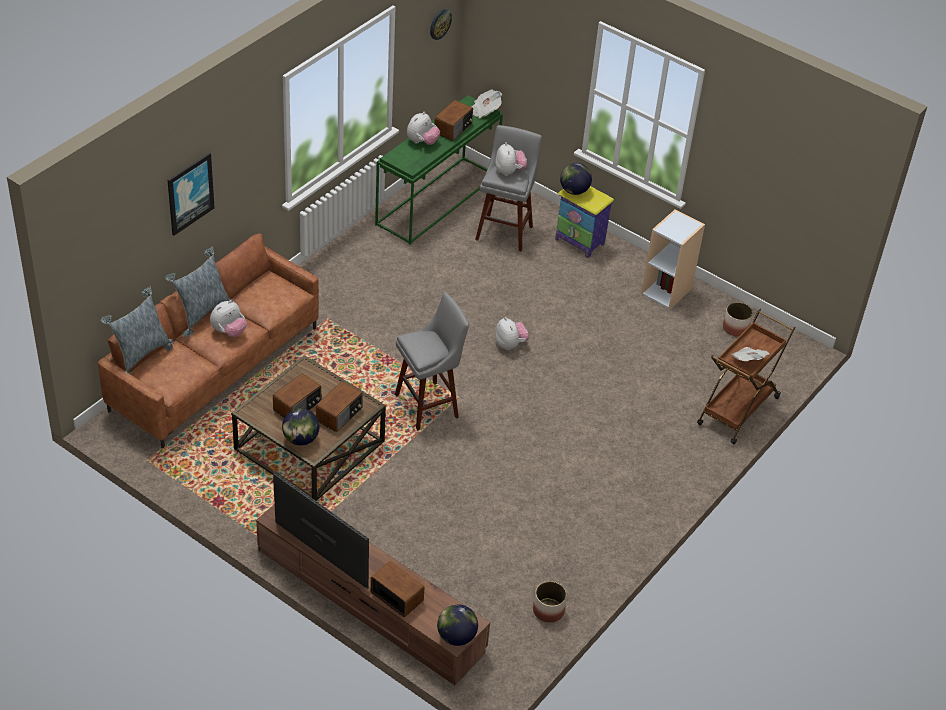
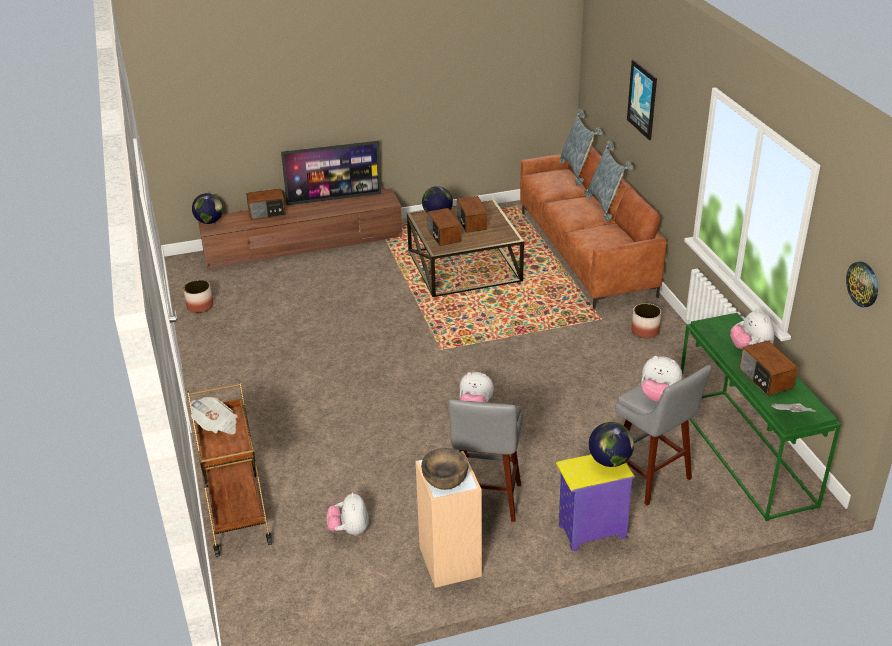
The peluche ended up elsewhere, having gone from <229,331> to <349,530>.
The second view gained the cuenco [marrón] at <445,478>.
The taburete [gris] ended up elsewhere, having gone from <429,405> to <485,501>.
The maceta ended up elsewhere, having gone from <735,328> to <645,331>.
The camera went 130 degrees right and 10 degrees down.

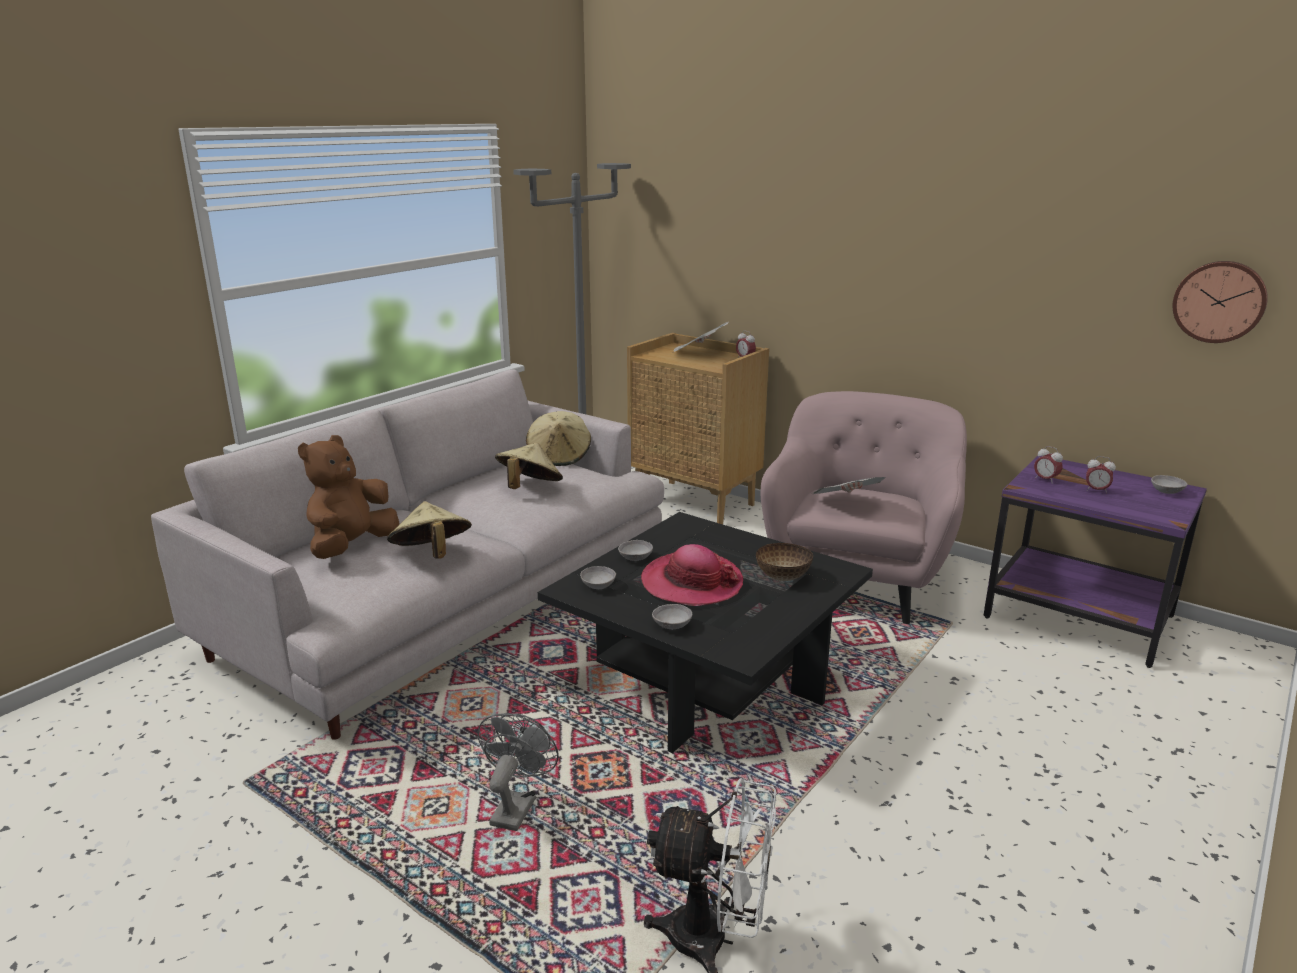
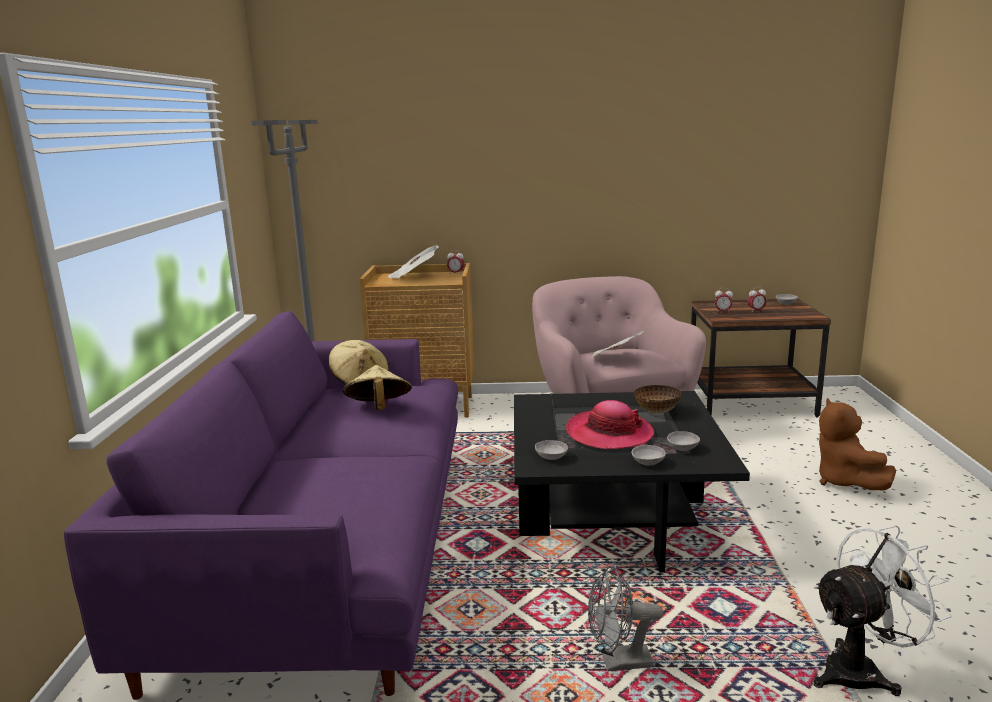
What was the sofá [blanco] at <446,605> turned into the sofá [morado] at <328,547>.
The ventilador [gris] at <516,806> ended up facing another way, 75 degrees counterclockwise from before.
The cuenco [gris] ended up elsewhere, having gone from <635,558> to <682,448>.
What was the mesa auxiliar [morado] at <1079,616> turned into the mesa auxiliar [marrón] at <750,402>.
The peluche [marrón] ended up elsewhere, having gone from <352,547> to <845,482>.
The second view lost the sombrero [beis] at <431,555>.
The second view lost the reloj de pared at <1219,301>.
The camera went 35 degrees left and 5 degrees down.

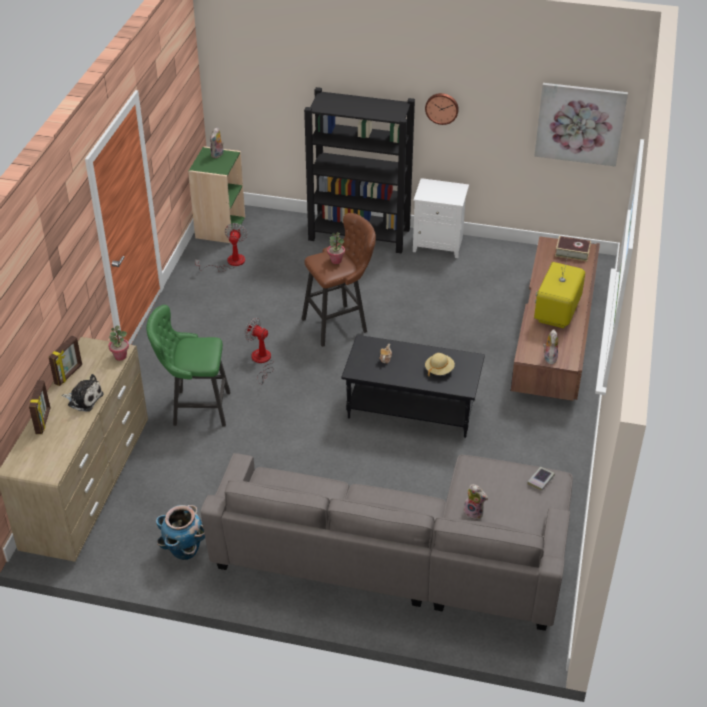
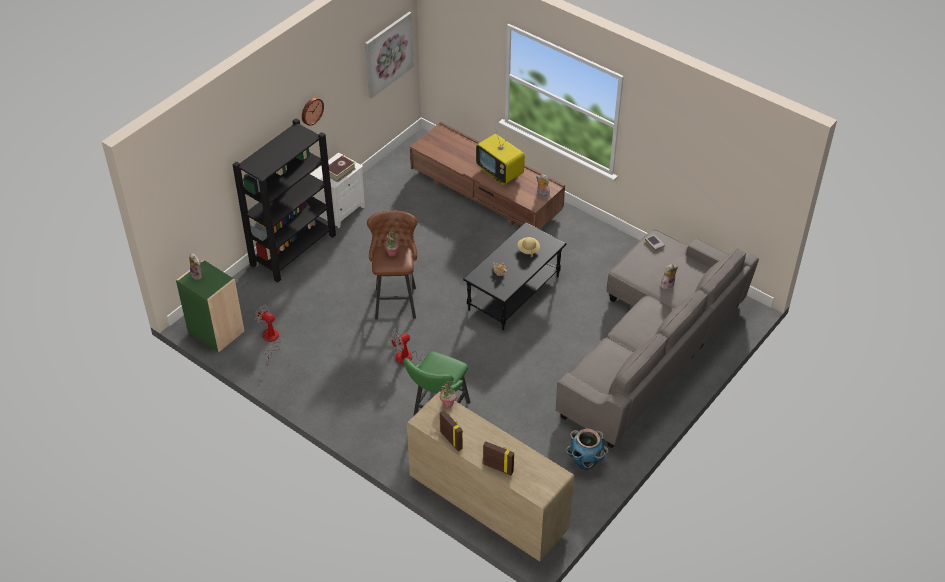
The libro ended up elsewhere, having gone from <572,252> to <340,171>.
The second view lost the peluche at <84,399>.
The camera went 65 degrees left and 5 degrees up.

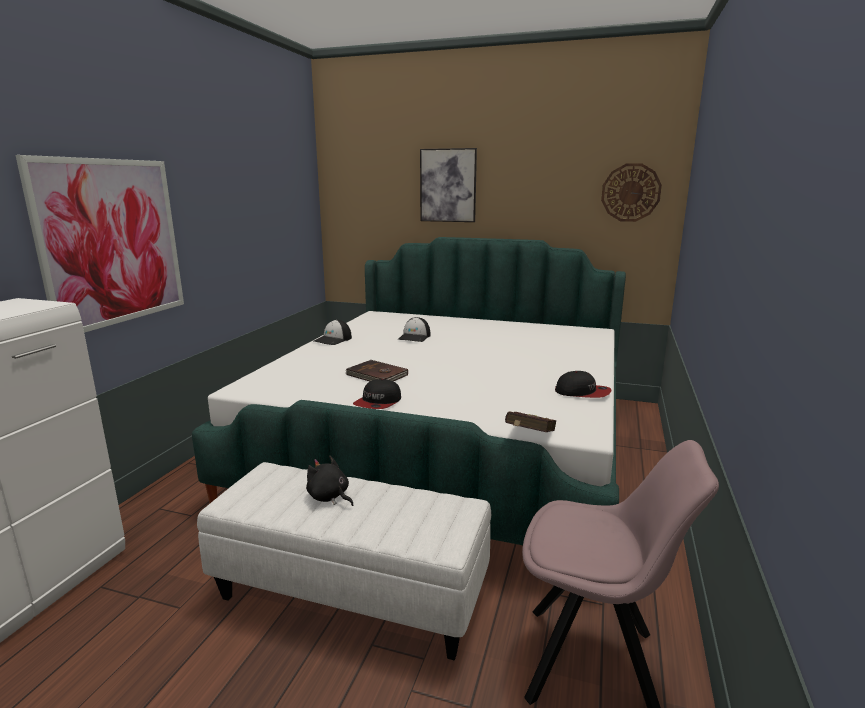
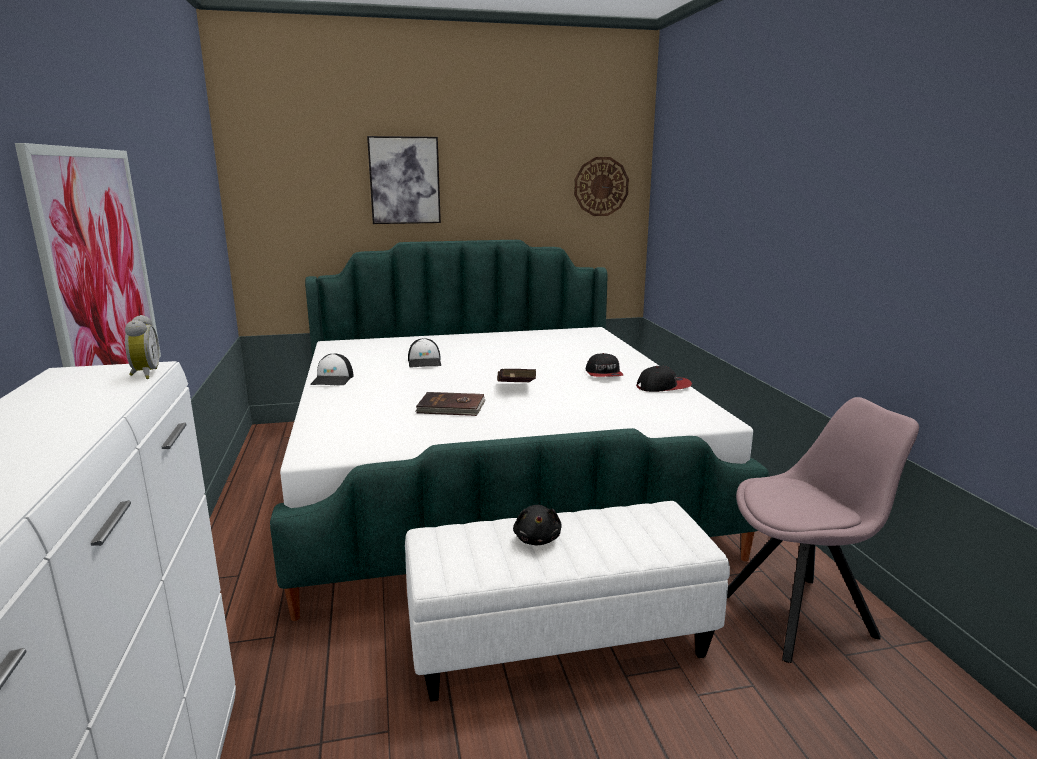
The second view gained the despertador at <144,374>.
The libro [rojo] ended up elsewhere, having gone from <529,438> to <515,389>.
The peluche [negro] at <329,497> ended up facing another way, 105 degrees counterclockwise from before.
The gorra ended up elsewhere, having gone from <378,403> to <604,374>.
The camera went 30 degrees left and 0 degrees up.

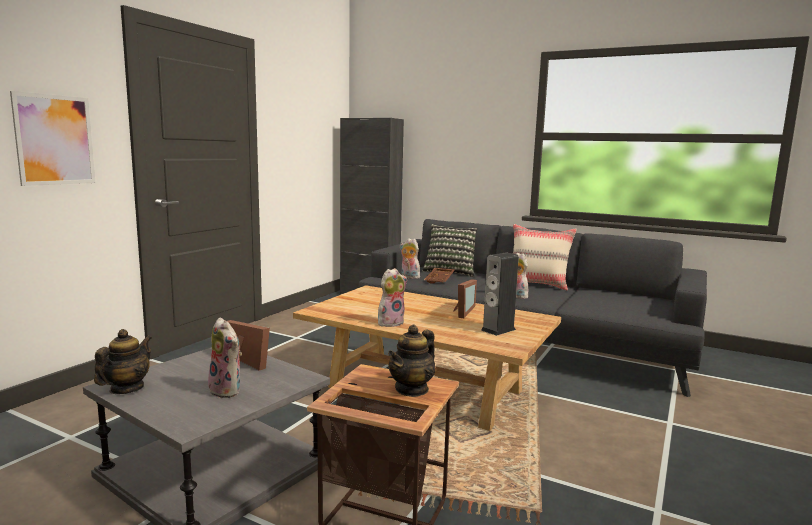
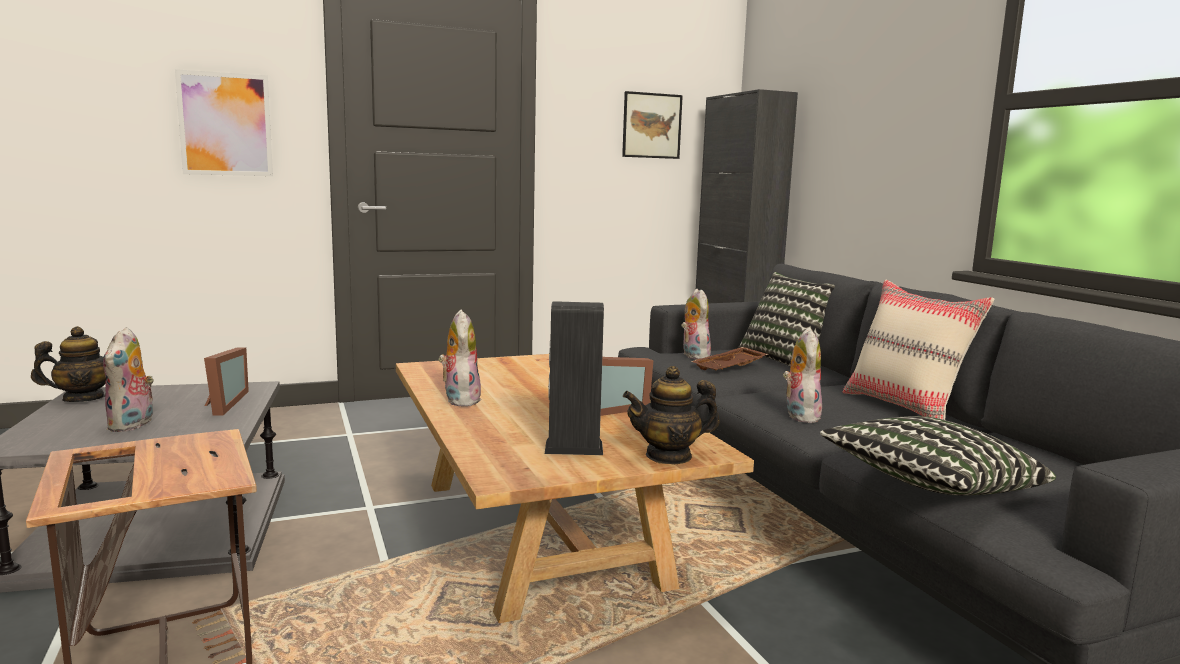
The peluche at <390,322> ended up facing another way, 105 degrees counterclockwise from before.
The second view gained the cuadro at <651,125>.
The tetera ended up elsewhere, having gone from <412,389> to <669,456>.
The second view gained the cojín at <930,488>.
The camera went 40 degrees right and 0 degrees up.

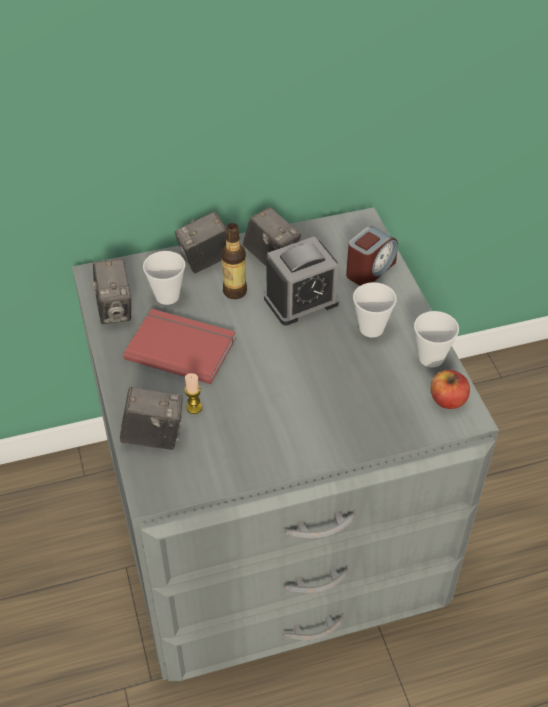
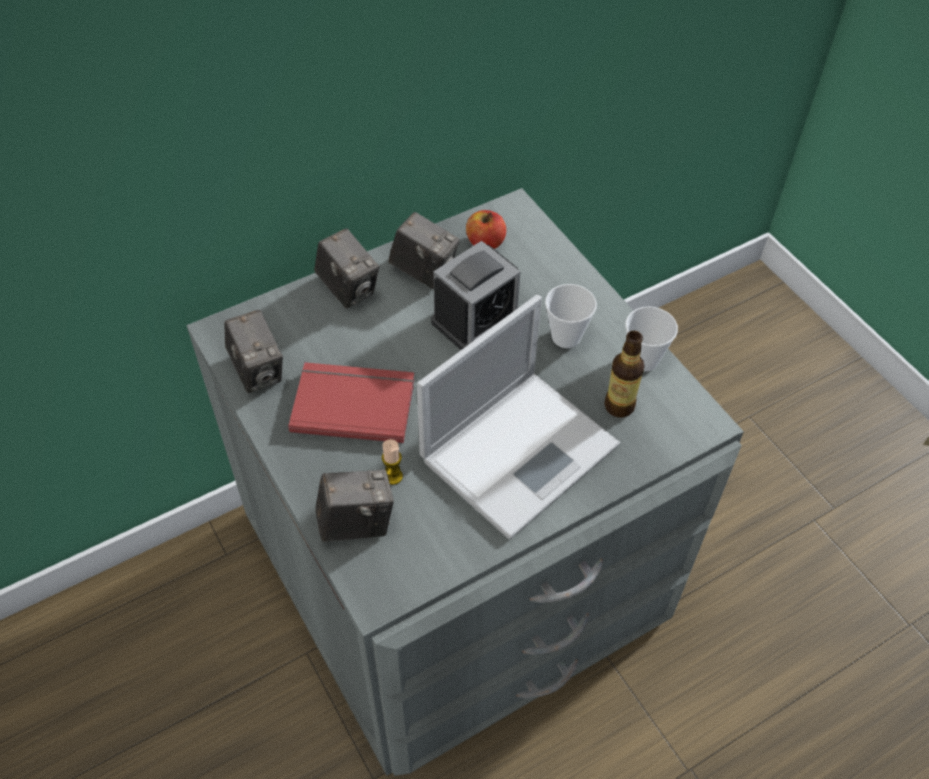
The cámara at <206,261> ended up facing another way, 90 degrees counterclockwise from before.
The second view gained the portátil at <521,449>.
The manzana ended up elsewhere, having gone from <447,400> to <485,242>.
The botella ended up elsewhere, having gone from <235,291> to <619,406>.
The second view lost the taza at <167,296>.
The second view lost the despertador at <370,269>.
The camera went 15 degrees left and 5 degrees up.

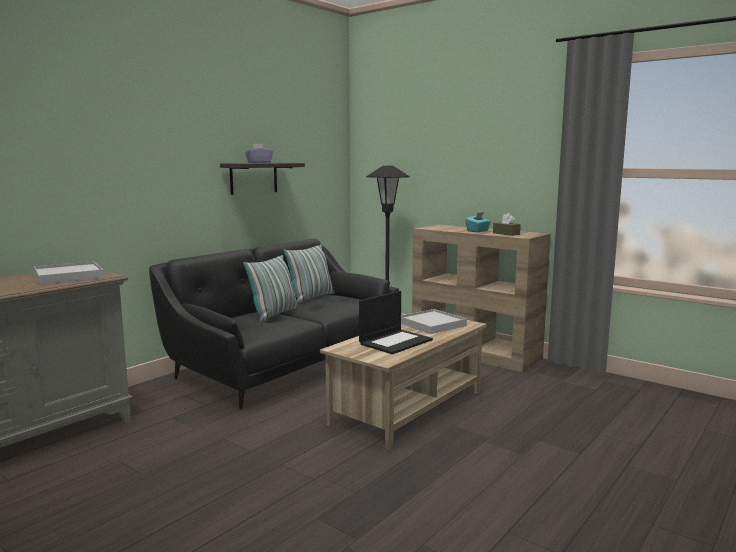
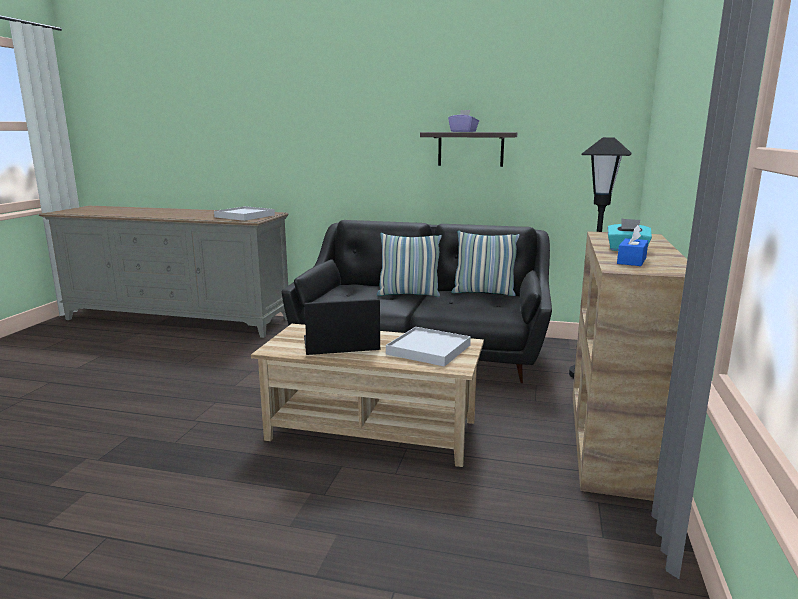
The portátil at <396,341> ended up facing another way, 150 degrees clockwise from before.
What was the caja de pañuelos [marrón] at <506,233> turned into the caja de pañuelos [azul] at <631,261>.
The camera went 65 degrees right and 5 degrees up.

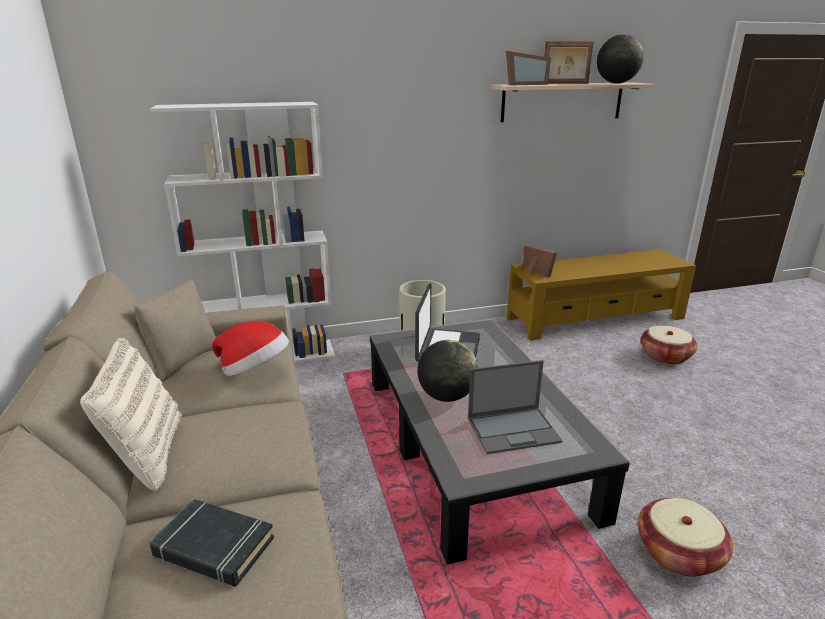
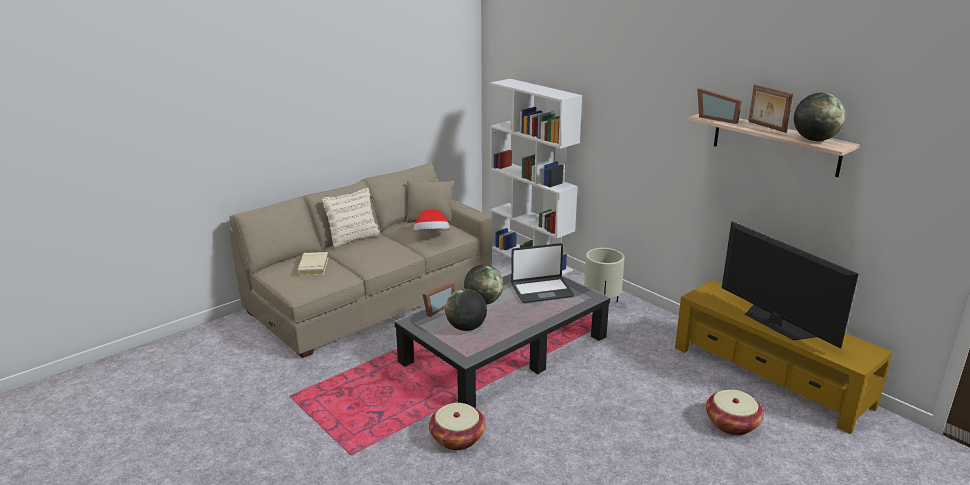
What was the libro [negro] at <213,548> turned into the libro [beis] at <313,267>.
The portarretratos ended up elsewhere, having gone from <534,272> to <436,308>.
Where the portátil stood at <514,430>, the globo terráqueo came to stand at <466,328>.
The second view gained the televisor at <776,323>.
The camera went 65 degrees right and 0 degrees up.

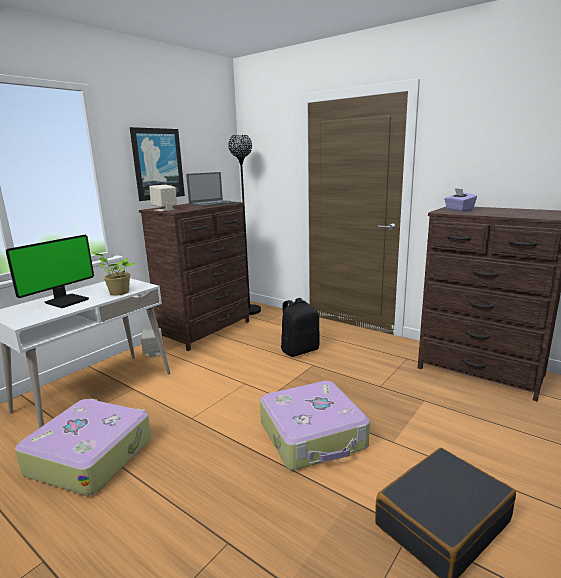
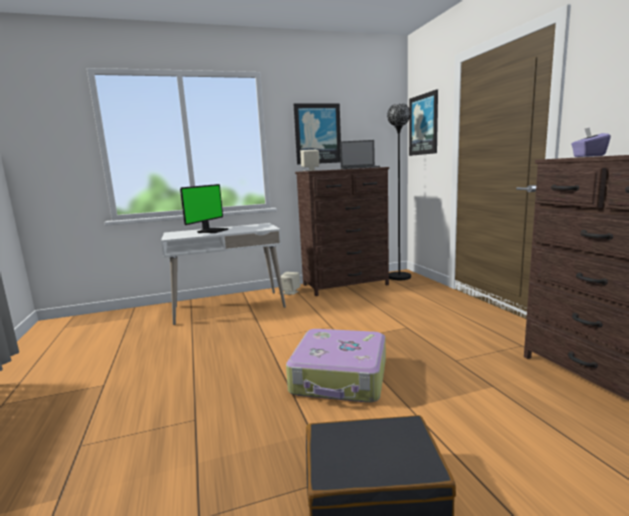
The monitor at <66,301> ended up facing another way, 45 degrees counterclockwise from before.
The second view gained the cuadro at <424,124>.
The second view lost the maleta at <91,455>.
The second view lost the planta en maceta at <117,293>.
The second view lost the mochila [negro] at <299,350>.
The camera went 35 degrees right and 5 degrees down.

